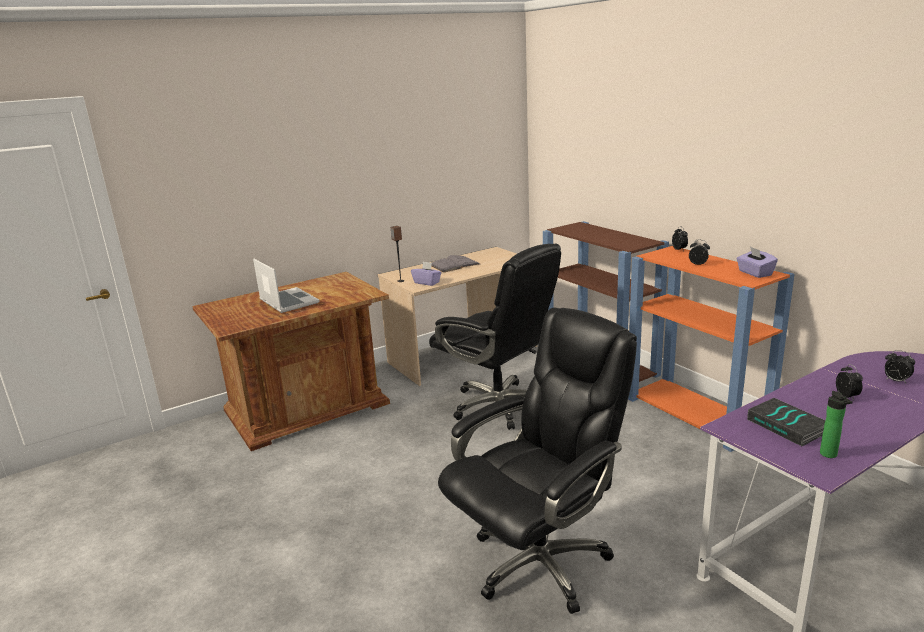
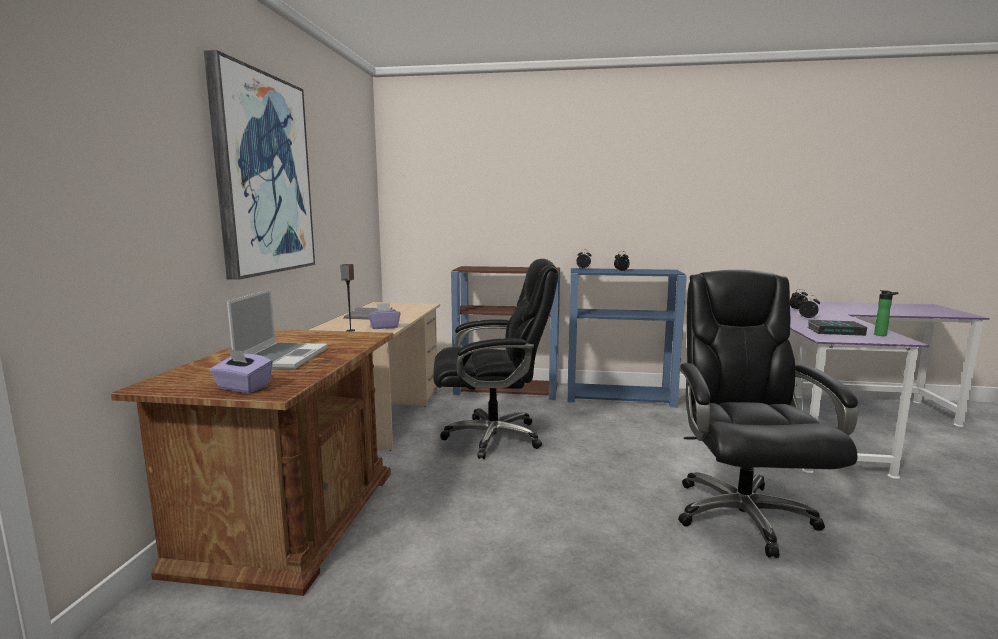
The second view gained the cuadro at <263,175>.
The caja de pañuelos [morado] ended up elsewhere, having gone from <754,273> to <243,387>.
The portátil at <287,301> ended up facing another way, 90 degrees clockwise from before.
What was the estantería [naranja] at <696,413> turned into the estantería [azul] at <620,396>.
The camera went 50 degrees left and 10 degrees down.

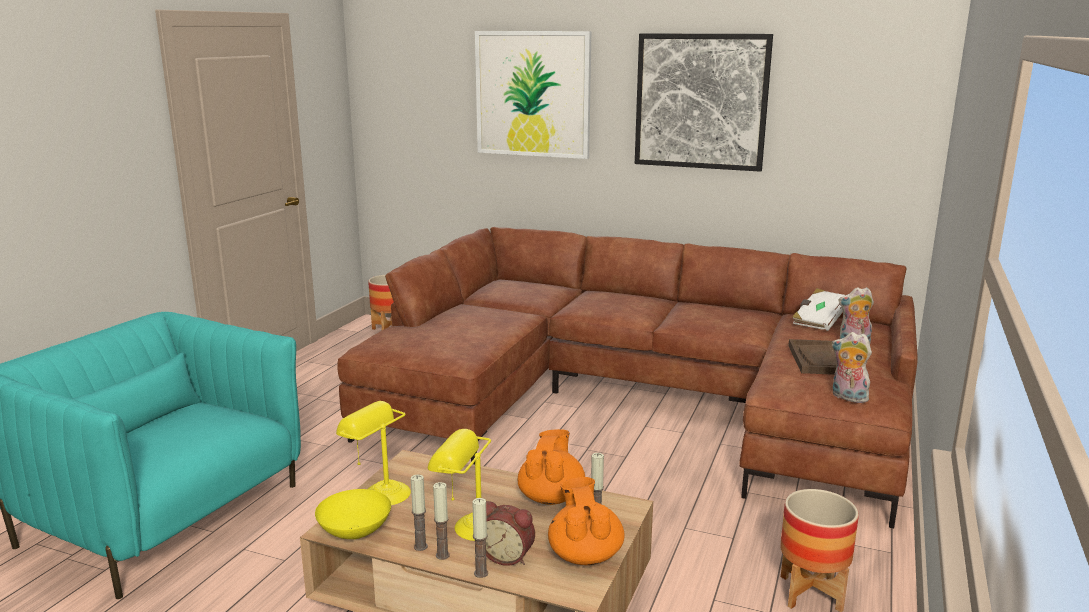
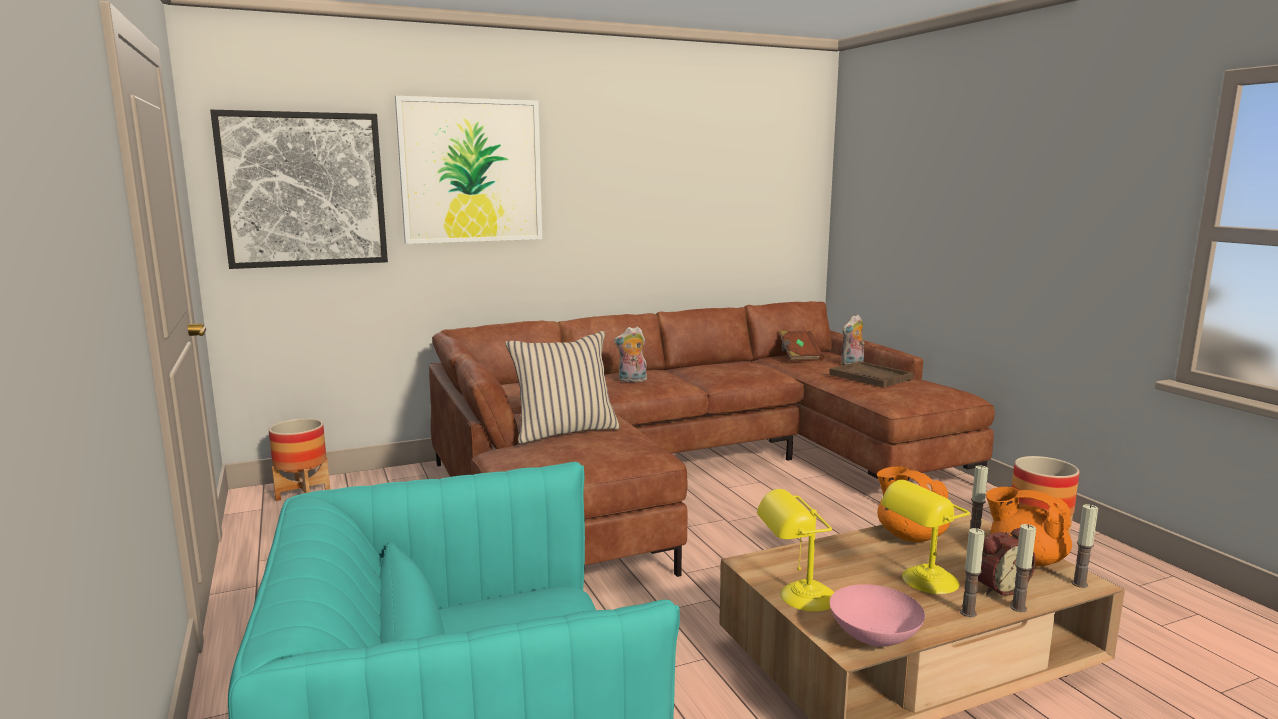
The cuadro ended up elsewhere, having gone from <701,101> to <304,190>.
The second view gained the cojín [beis] at <564,431>.
The peluche ended up elsewhere, having gone from <847,397> to <632,381>.
What was the libro [blanco] at <819,321> turned into the libro [marrón] at <799,356>.
What was the cuenco [amarillo] at <354,533> turned into the cuenco [rosa] at <874,639>.
The vela ended up elsewhere, having gone from <420,546> to <1079,584>.
The camera went 45 degrees left and 5 degrees down.

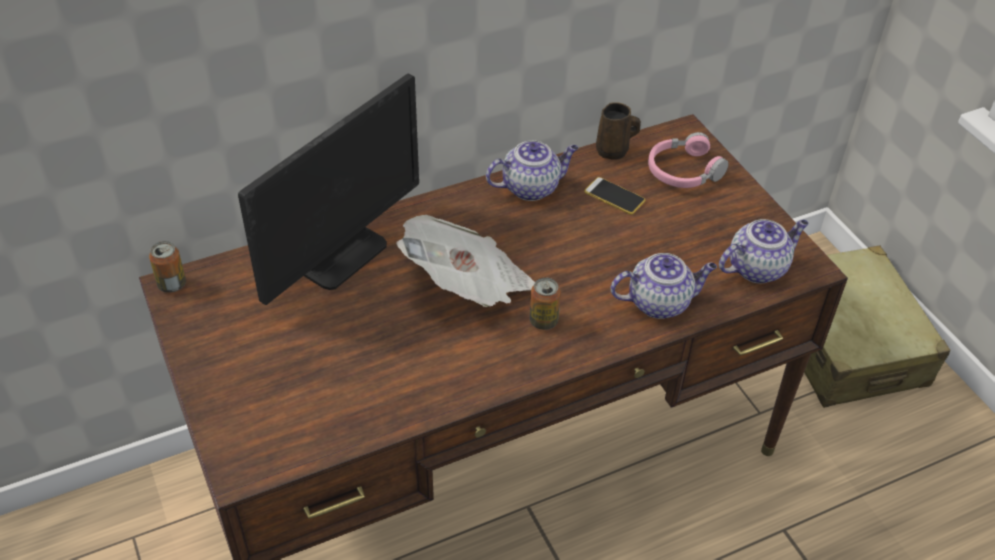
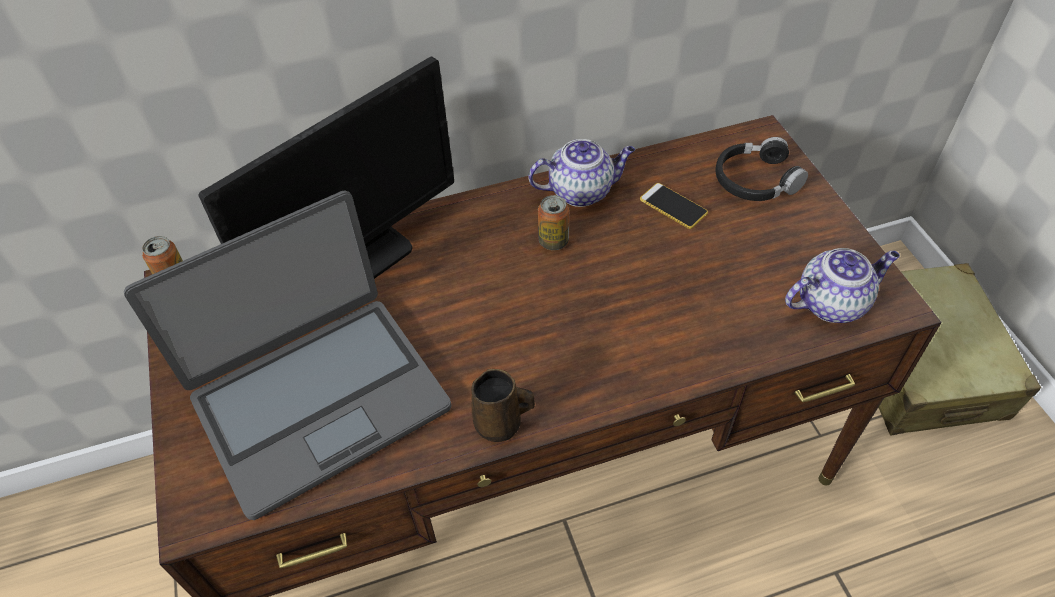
The second view gained the portátil at <319,400>.
The taza grande [marrón] ended up elsewhere, having gone from <614,151> to <501,425>.
The lata ended up elsewhere, having gone from <543,321> to <553,241>.
What was the auriculares [rosa] at <683,171> turned into the auriculares [negro] at <755,180>.
The second view lost the periódico at <468,286>.
The second view lost the tetera at <660,302>.
The camera went 10 degrees right and 5 degrees up.

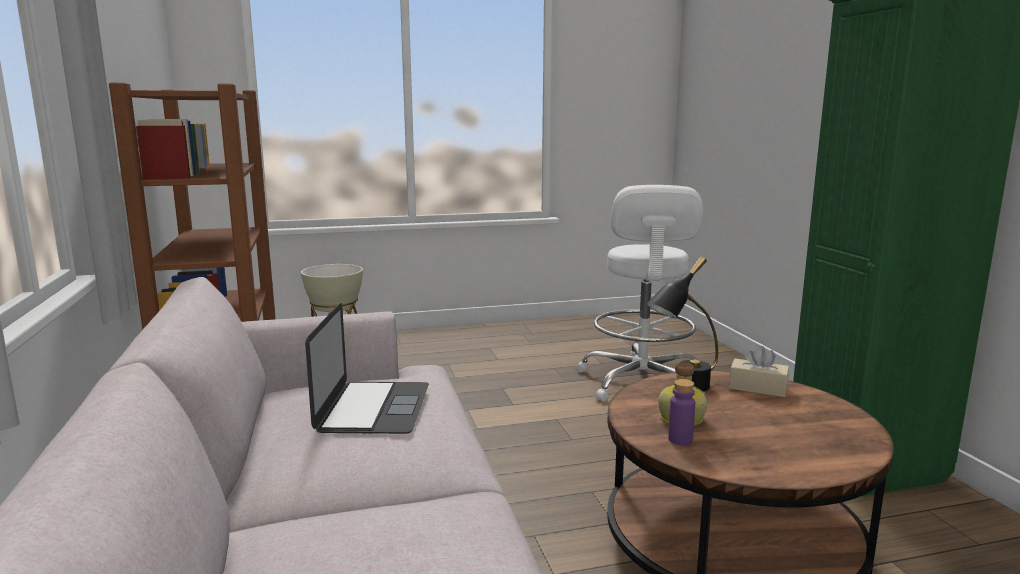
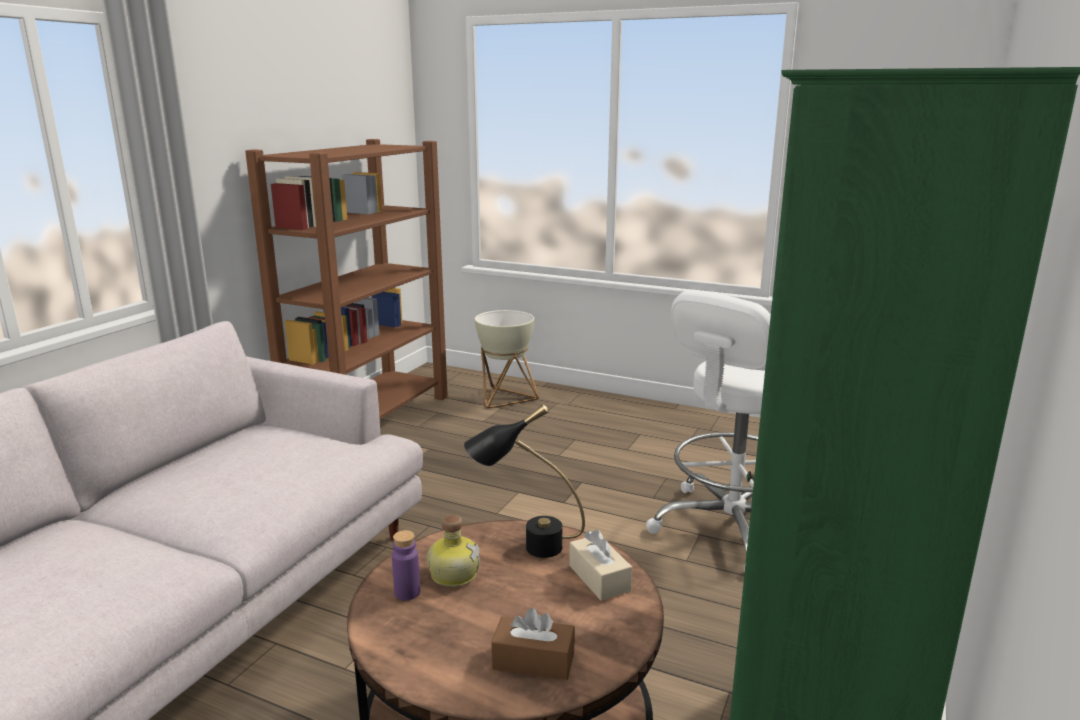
The second view gained the caja de pañuelos [marrón] at <533,661>.
The second view lost the portátil at <373,407>.
The camera went 40 degrees right and 5 degrees up.

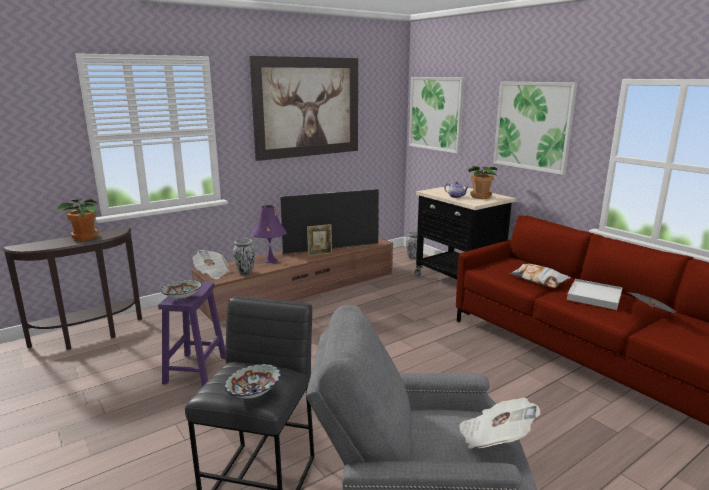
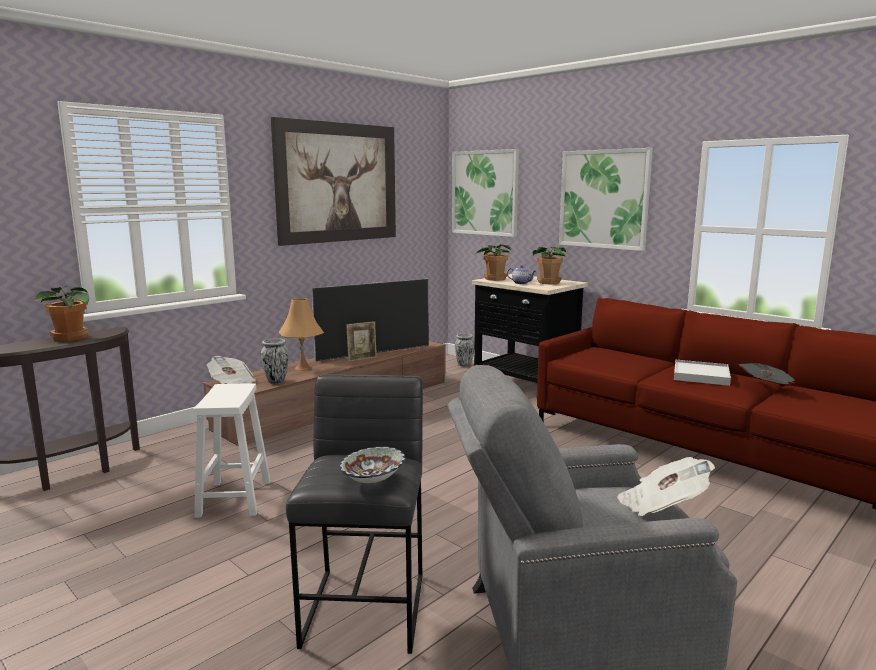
What was the taburete [morado] at <196,369> turned into the taburete [blanco] at <234,497>.
What was the lámpara de mesa [morado] at <270,260> turned into the lámpara de mesa [naranja] at <303,368>.
The second view gained the planta en maceta at <494,279>.
The second view lost the cuenco at <182,297>.
The second view lost the cojín at <538,279>.
The camera went 10 degrees left and 5 degrees down.

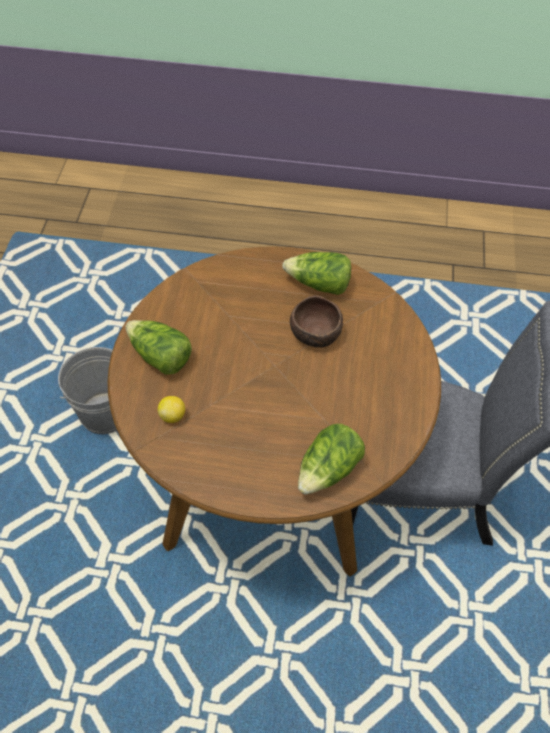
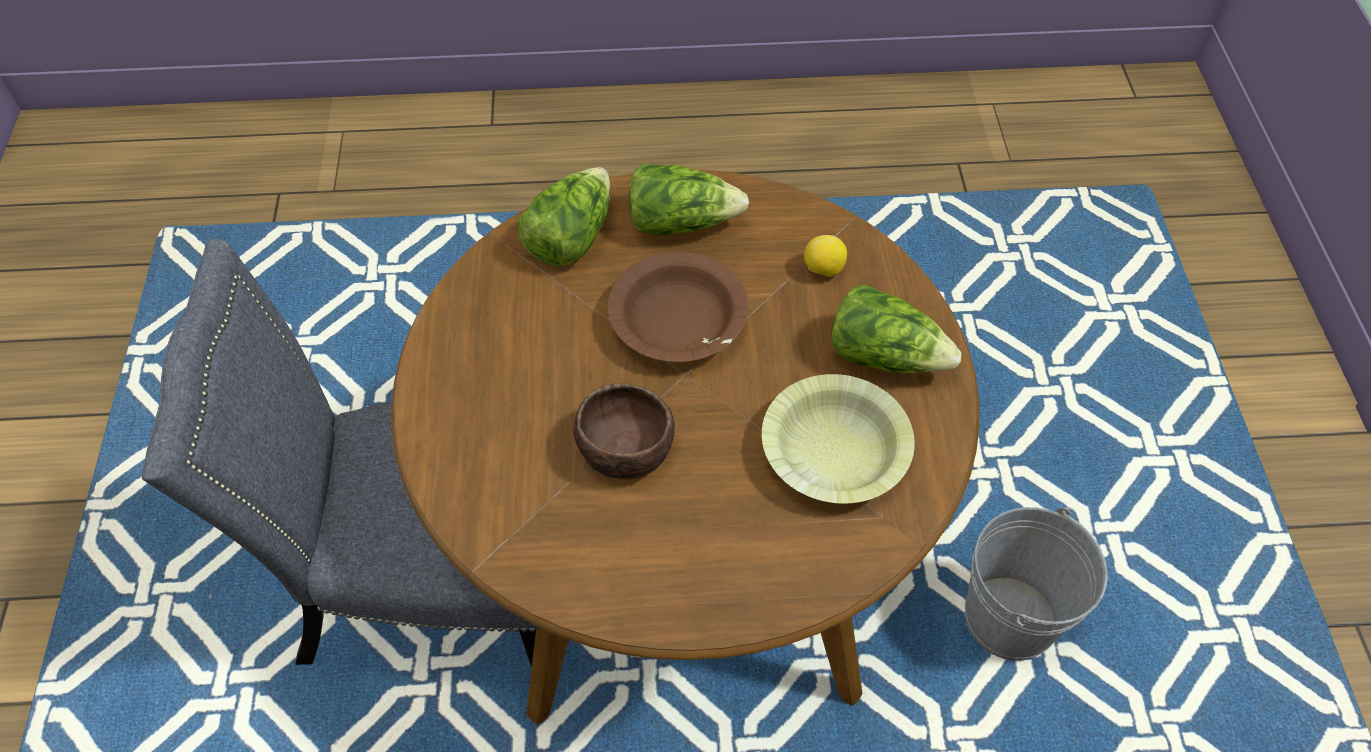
The second view gained the cuenco [marrón] at <678,321>.
The lechuga ended up elsewhere, having gone from <319,284> to <681,222>.
The second view gained the cuenco [amarillo] at <834,451>.
The camera went 170 degrees right and 0 degrees up.

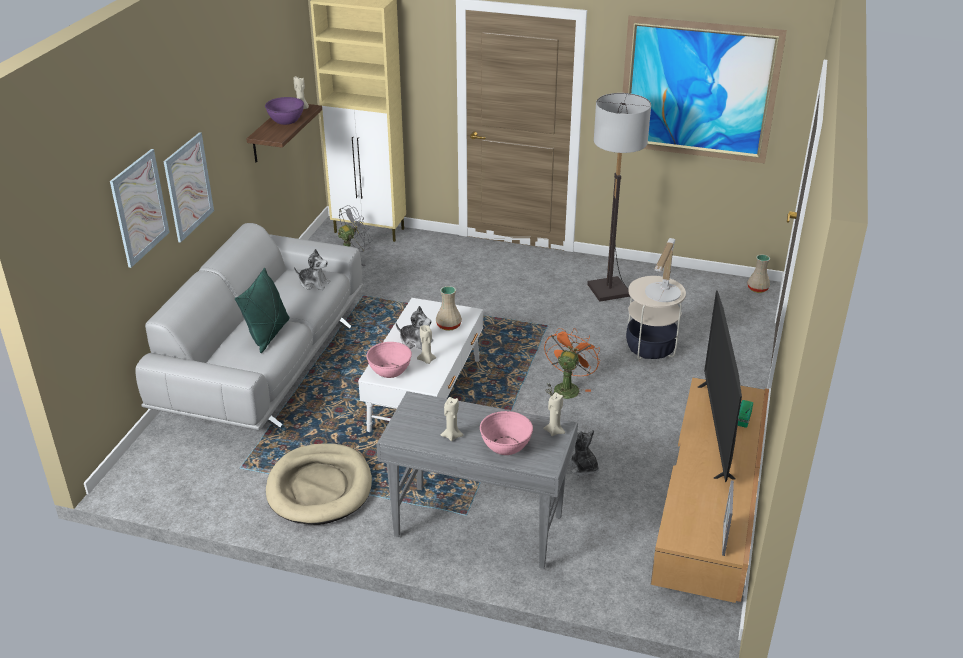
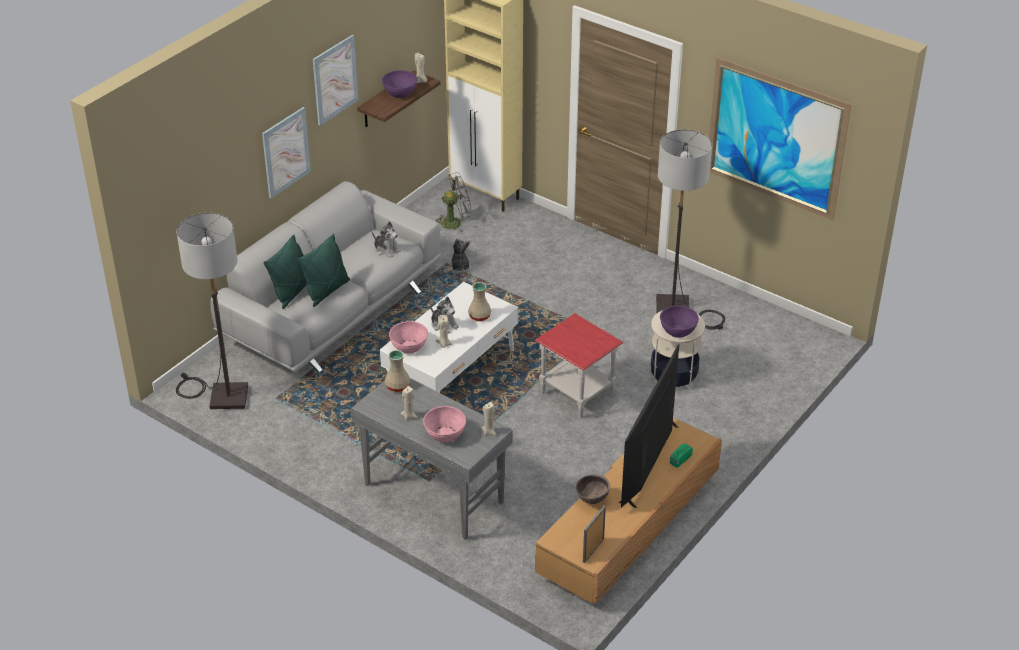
The second view gained the lámpara de pie at <218,395>.
The second view gained the cojín [verde] at <292,292>.
The cuadro ended up elsewhere, having gone from <139,207> to <335,79>.
The florero [beis] ended up elsewhere, having gone from <758,289> to <398,386>.
The peluche ended up elsewhere, having gone from <582,467> to <460,268>.
Where the ventilador [naranja] stood at <567,387>, the mesa auxiliar [rojo] came to stand at <576,394>.
The second view gained the cuenco [marrón] at <591,500>.
Where the lámpara de mesa stood at <661,296>, the cuenco [morado] came to stand at <678,331>.
The second view lost the cama para perro [beis] at <320,488>.
The camera went 20 degrees right and 5 degrees up.

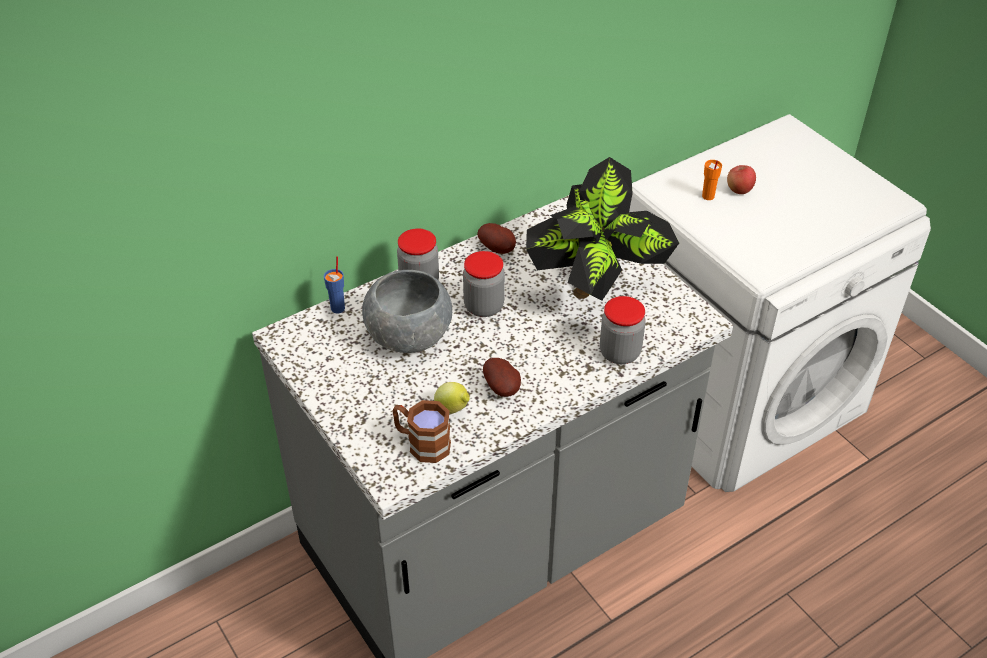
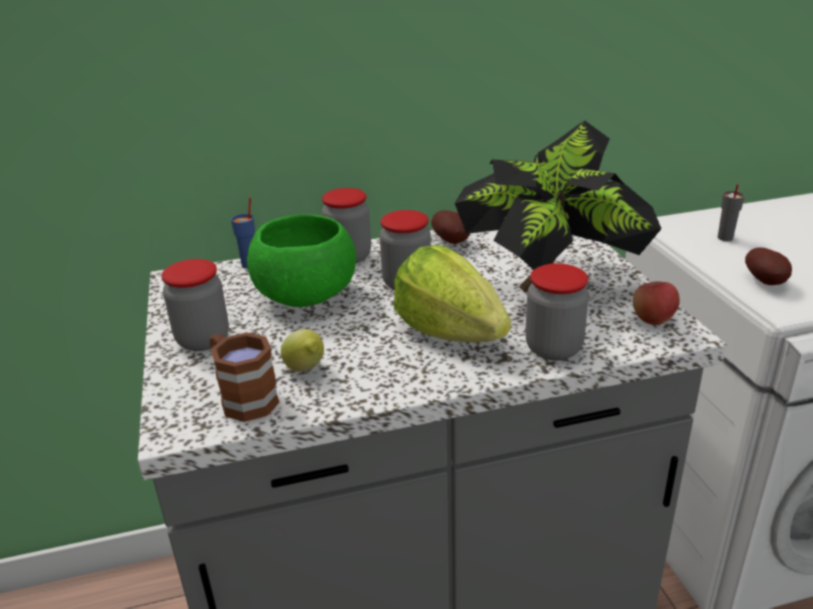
The second view gained the tarro at <203,340>.
What was the cuenco [gris] at <410,335> turned into the cuenco [verde] at <307,296>.
The second view gained the lechuga at <449,331>.
The manzana ended up elsewhere, having gone from <739,190> to <653,320>.
What was the taza [naranja] at <708,196> turned into the taza [gris] at <724,238>.
The patata ended up elsewhere, having gone from <503,388> to <766,282>.
The camera went 20 degrees right and 15 degrees down.

